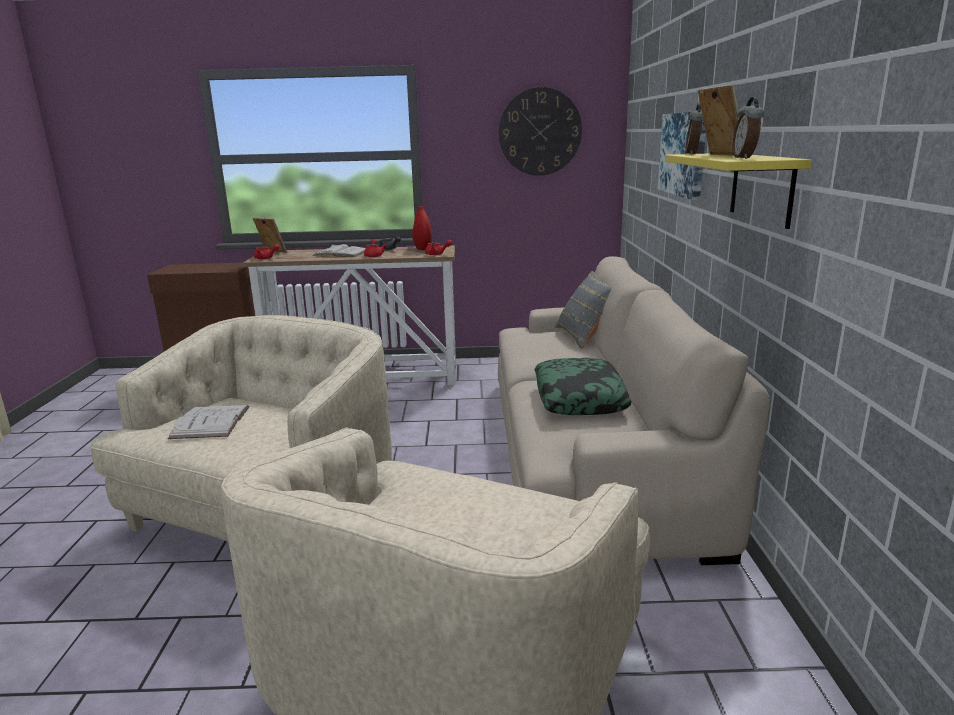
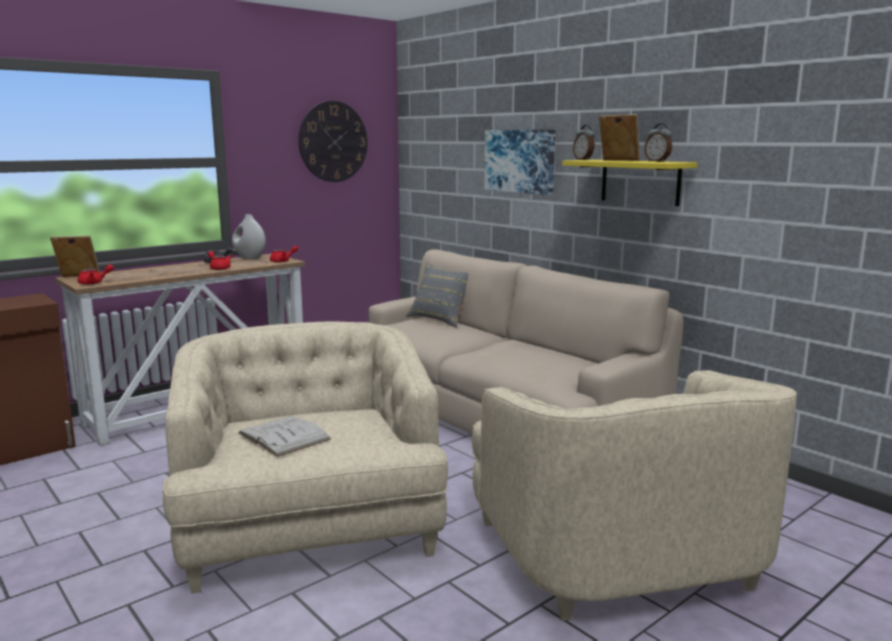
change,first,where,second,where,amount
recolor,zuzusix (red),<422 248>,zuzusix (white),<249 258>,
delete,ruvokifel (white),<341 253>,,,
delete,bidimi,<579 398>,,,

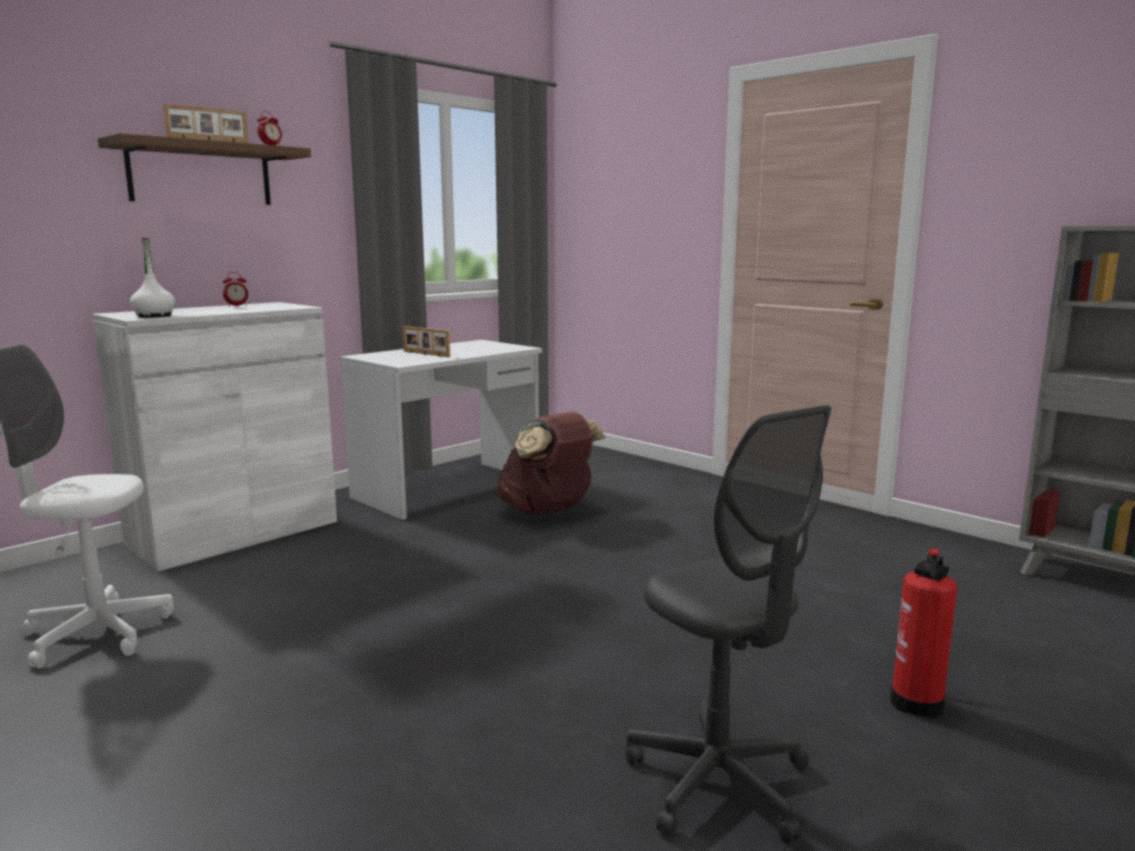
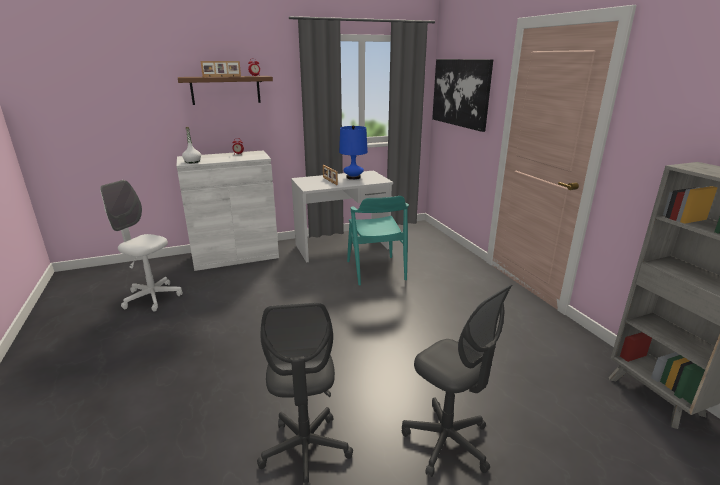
change,first,where,second,where,amount
insert,,,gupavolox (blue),<353 177>,
replace,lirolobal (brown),<548 511>,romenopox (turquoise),<375 270>,
replace,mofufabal,<917 701>,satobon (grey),<447 442>,
insert,,,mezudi,<460 93>,

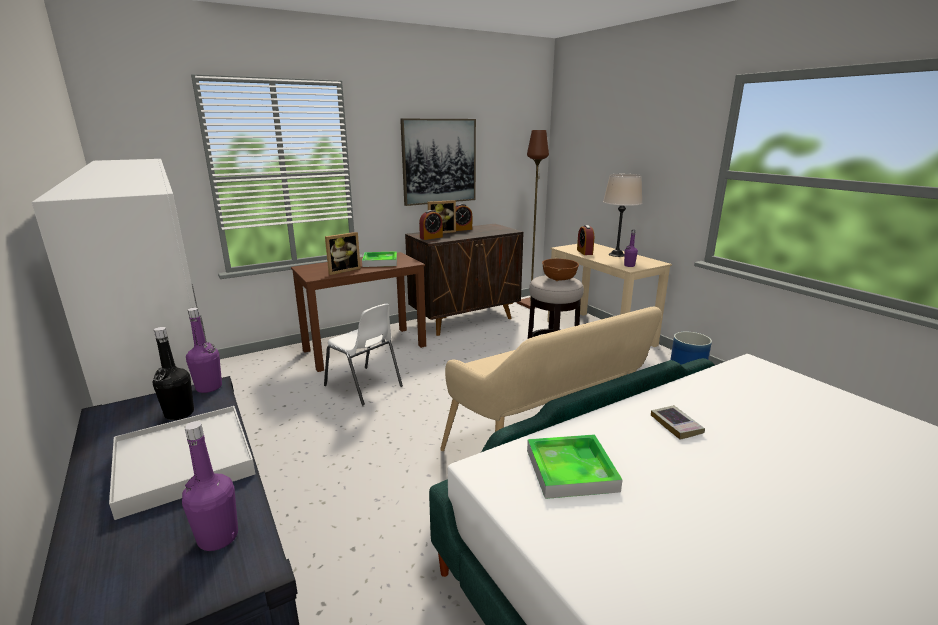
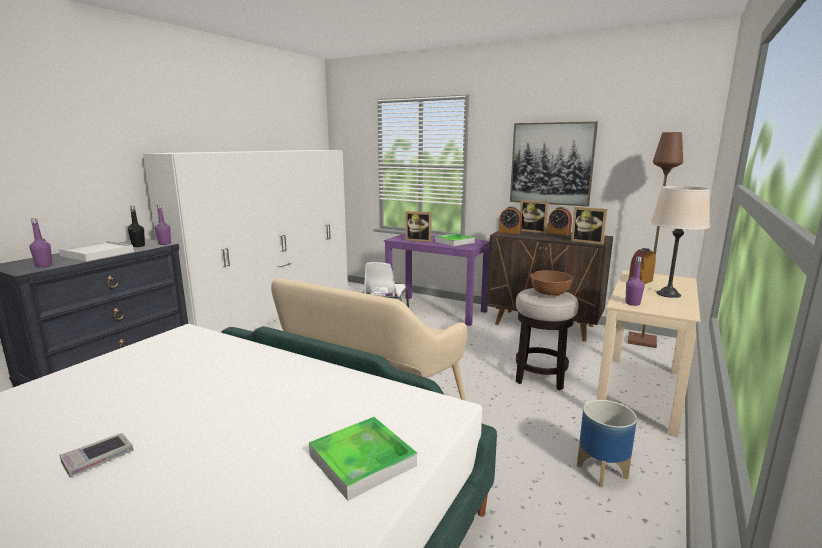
change,first,where,second,where,amount
move,ruvokifel,<676 425>,,<98 458>,
move,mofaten,<571 470>,,<362 460>,
recolor,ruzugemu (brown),<365 348>,ruzugemu (purple),<436 310>,
insert,,,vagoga,<588 242>,

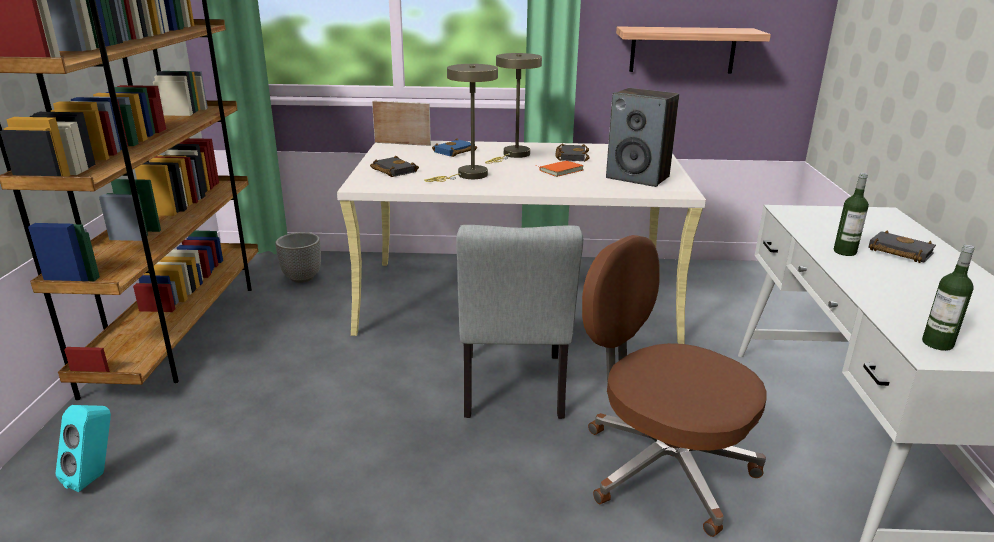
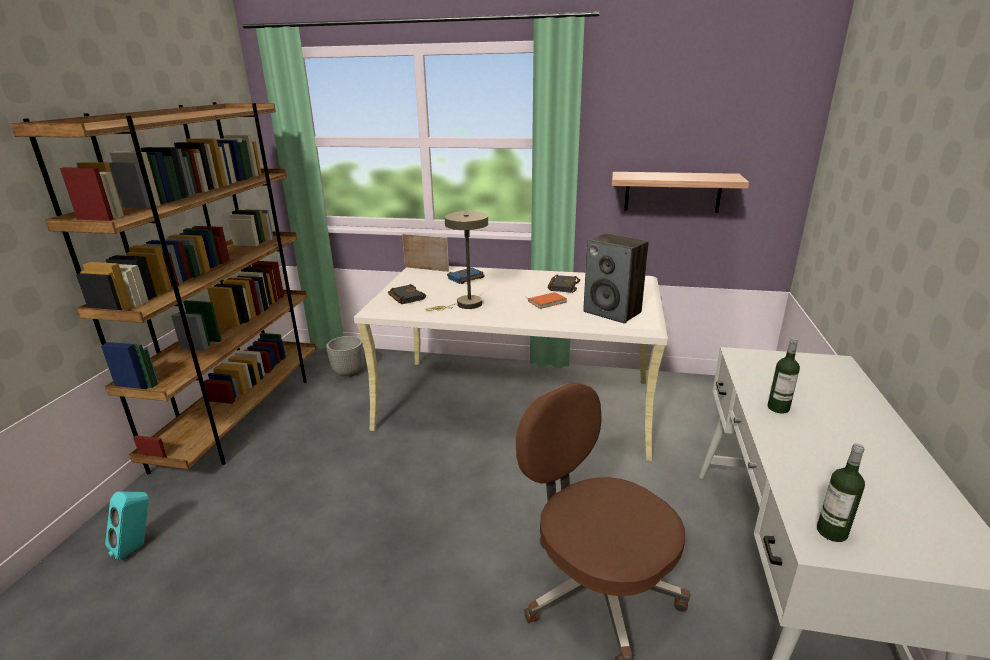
change,first,where,second,where,amount
delete,romenopox (grey),<512 391>,,,
delete,gupavolox (beige),<513 155>,,,
delete,ruvokifel (black),<897 252>,,,

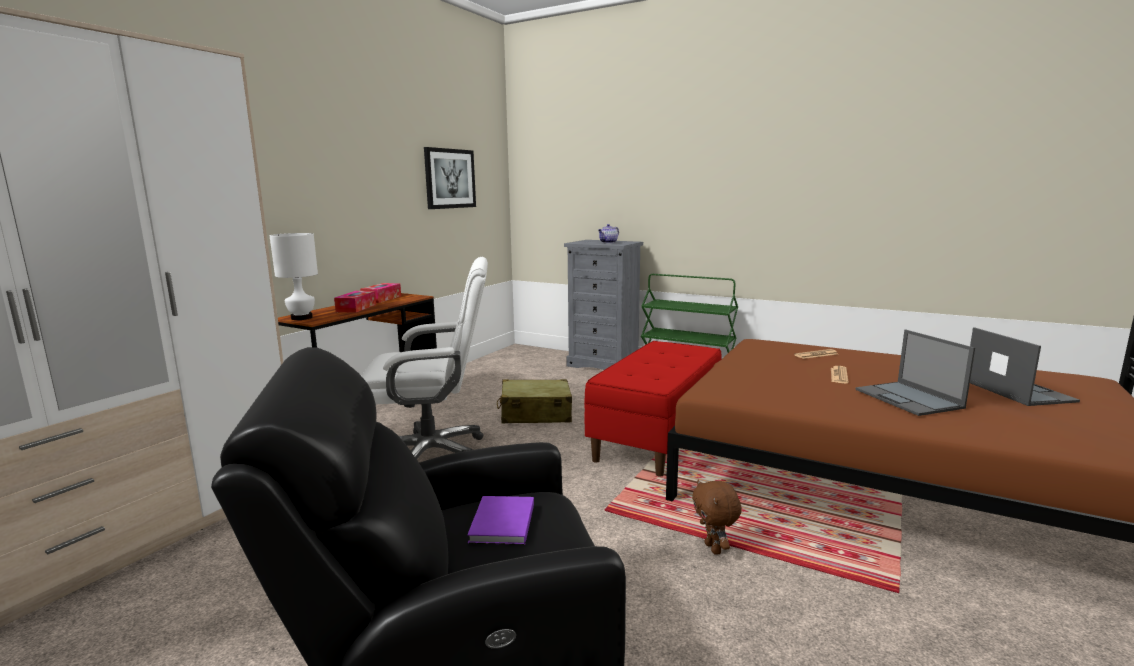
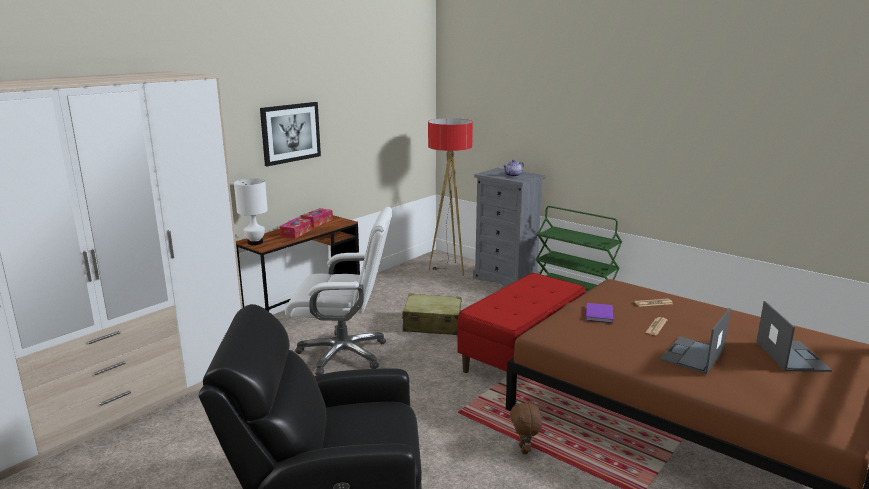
change,first,where,second,where,amount
move,mezudi,<450 178>,,<290 133>,
insert,,,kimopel,<448 269>,
move,ruvokifel (purple),<501 524>,,<598 315>,
rotate,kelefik,<909 399>,,<692 355>,45 degrees clockwise

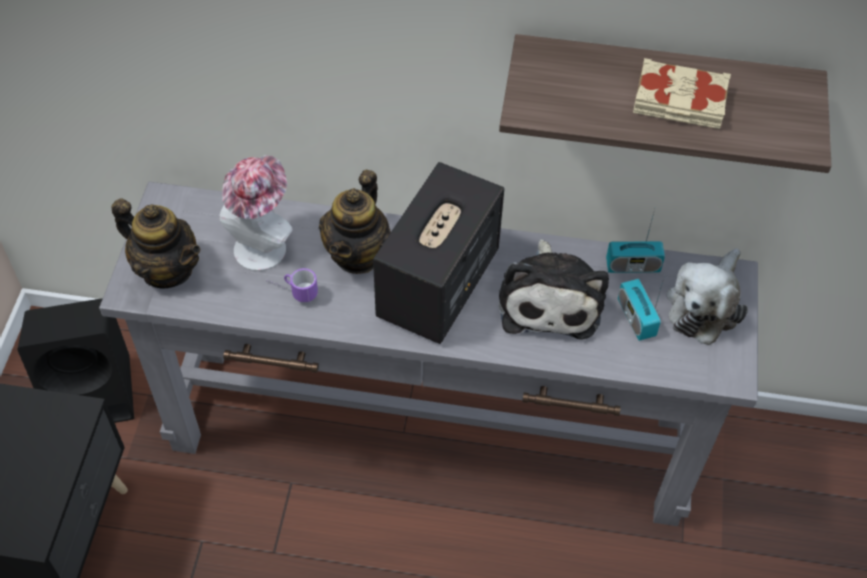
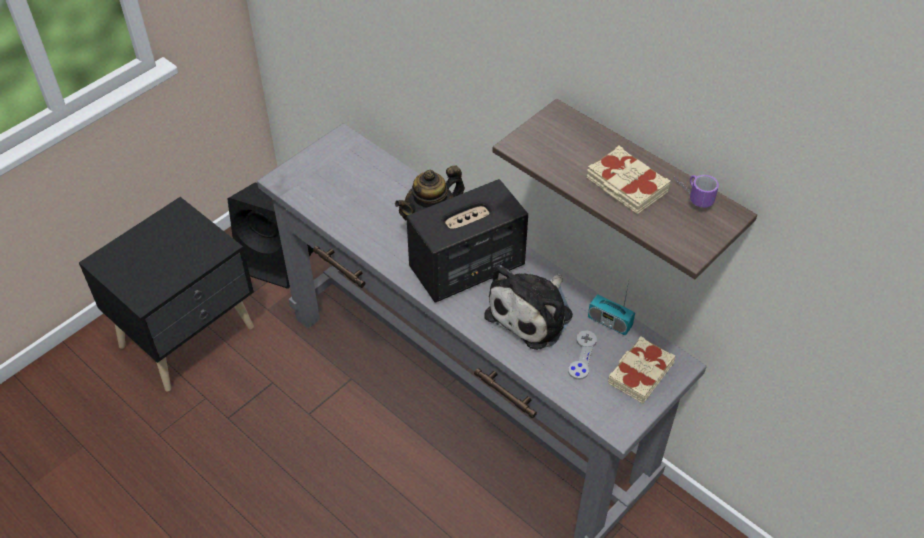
change,first,where,second,where,amount
replace,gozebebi,<636 318>,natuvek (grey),<582 355>,
replace,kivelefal,<705 305>,ruvokifel (beige),<639 373>,
move,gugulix,<292 291>,,<691 195>,
delete,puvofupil,<167 269>,,,
delete,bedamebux,<263 244>,,,

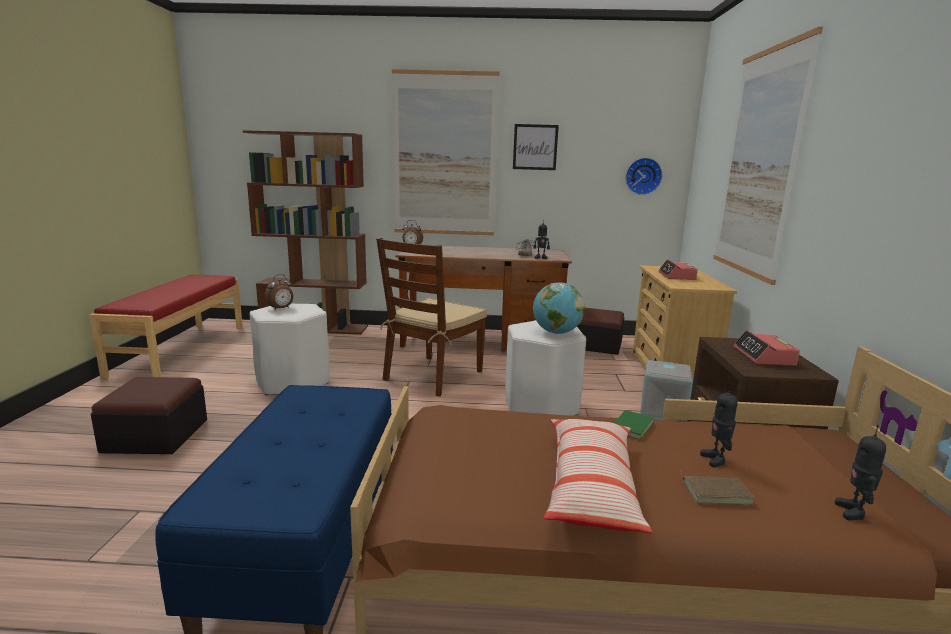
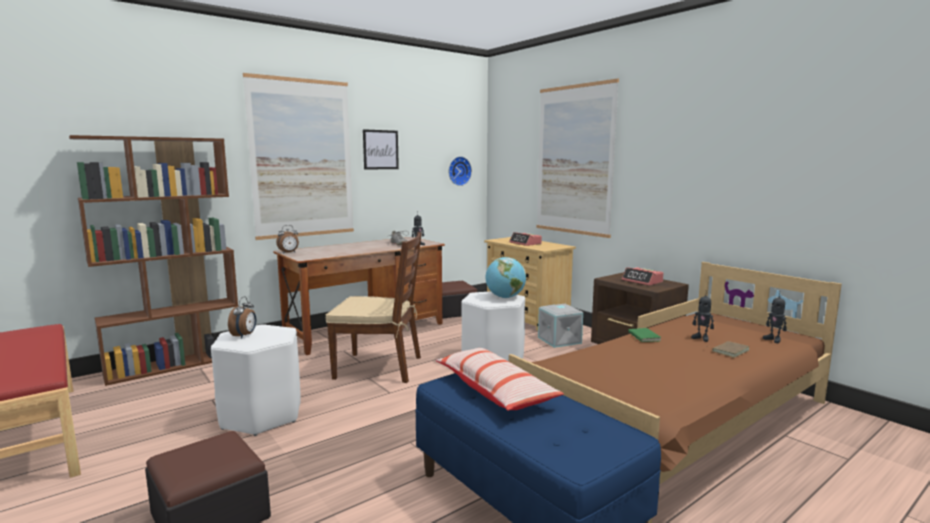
change,first,where,second,where,amount
rotate,romenopox (brown),<433 375>,,<379 367>,75 degrees counterclockwise
move,bidimi,<591 486>,,<495 390>,

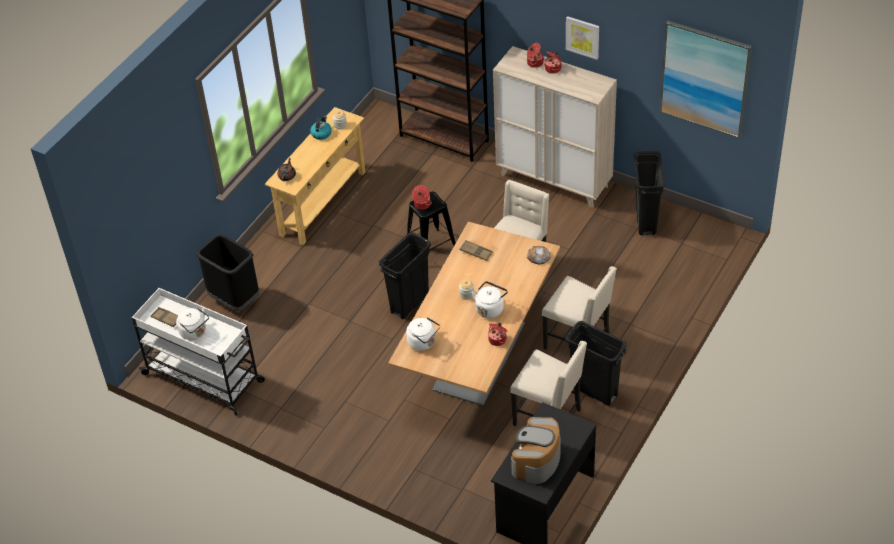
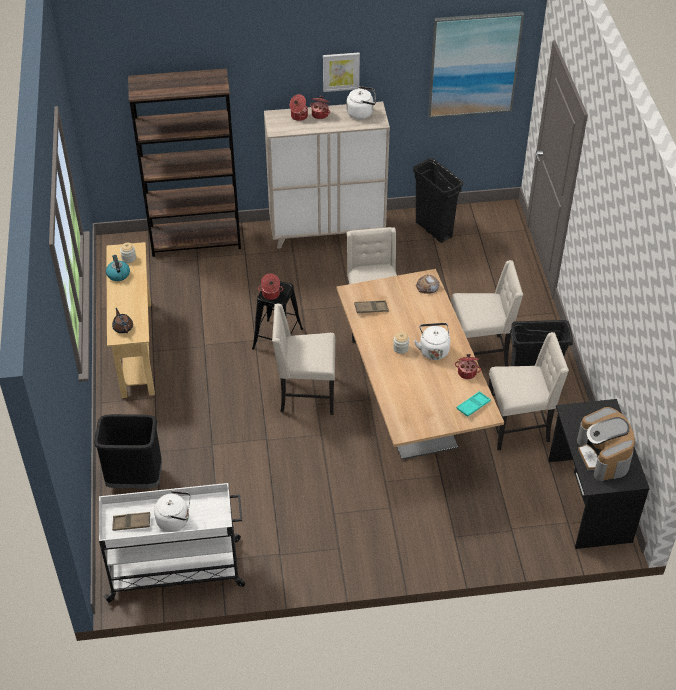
change,first,where,second,where,amount
replace,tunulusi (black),<409 303>,romenopox (beige),<305 395>,
move,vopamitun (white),<423 342>,,<361 113>,
insert,,,mofaten (turquoise),<473 406>,

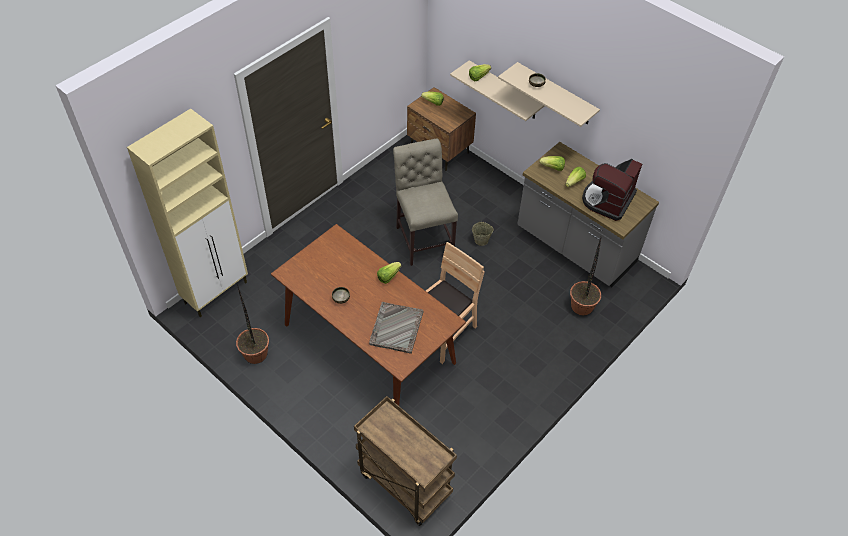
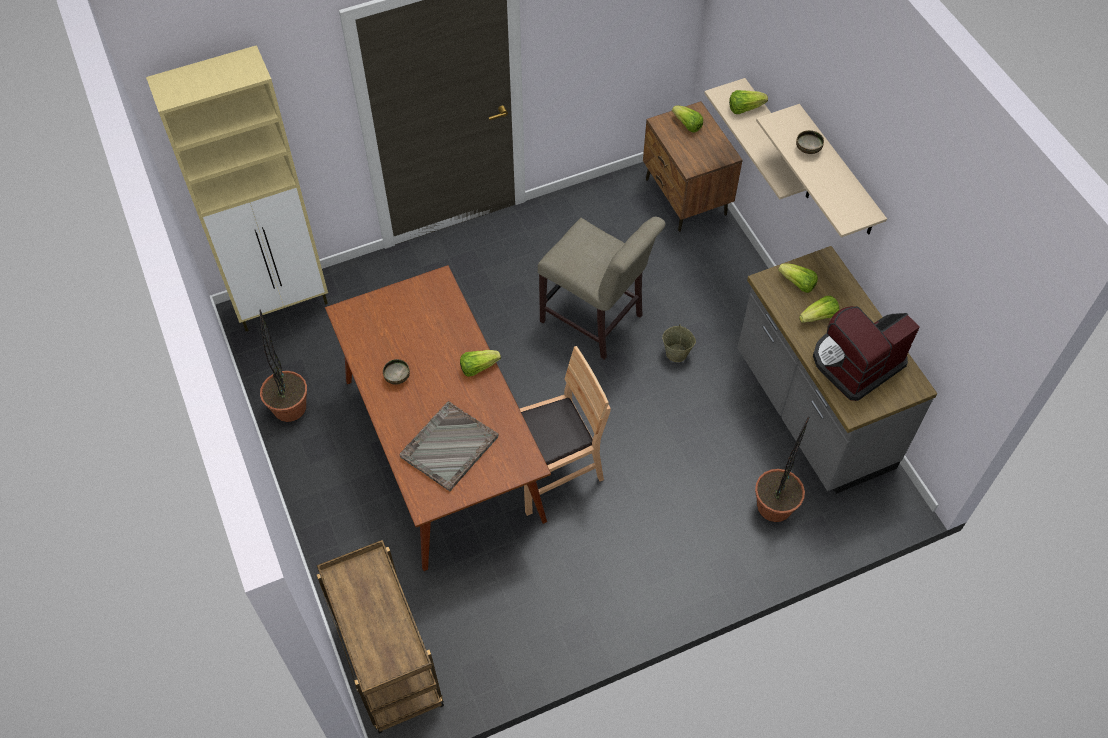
change,first,where,second,where,amount
rotate,romenopox (beige),<423 238>,,<596 321>,120 degrees clockwise

